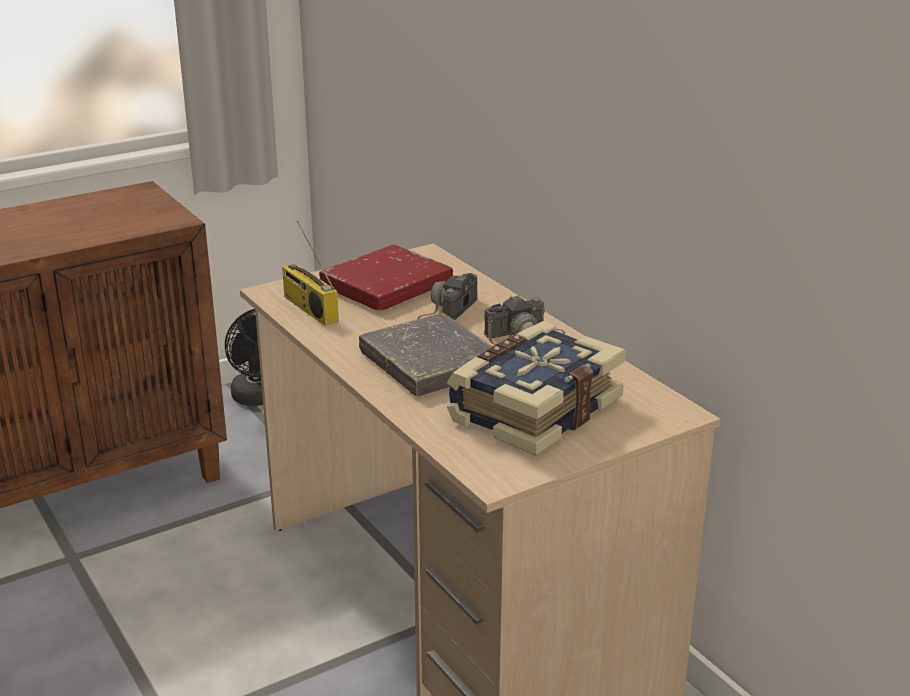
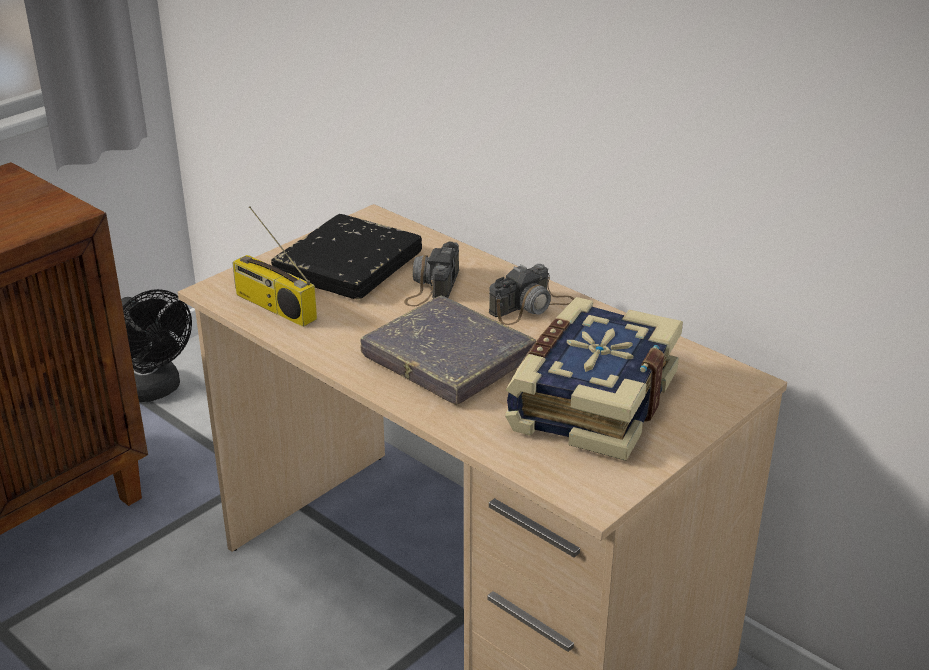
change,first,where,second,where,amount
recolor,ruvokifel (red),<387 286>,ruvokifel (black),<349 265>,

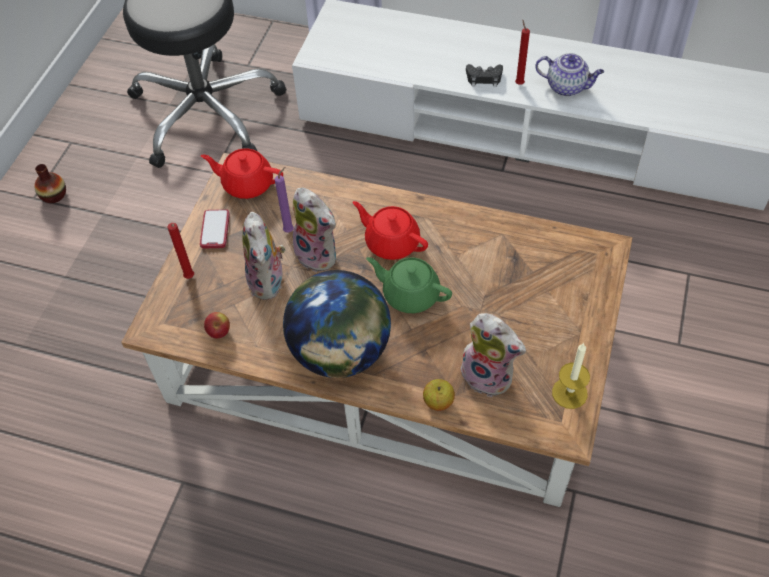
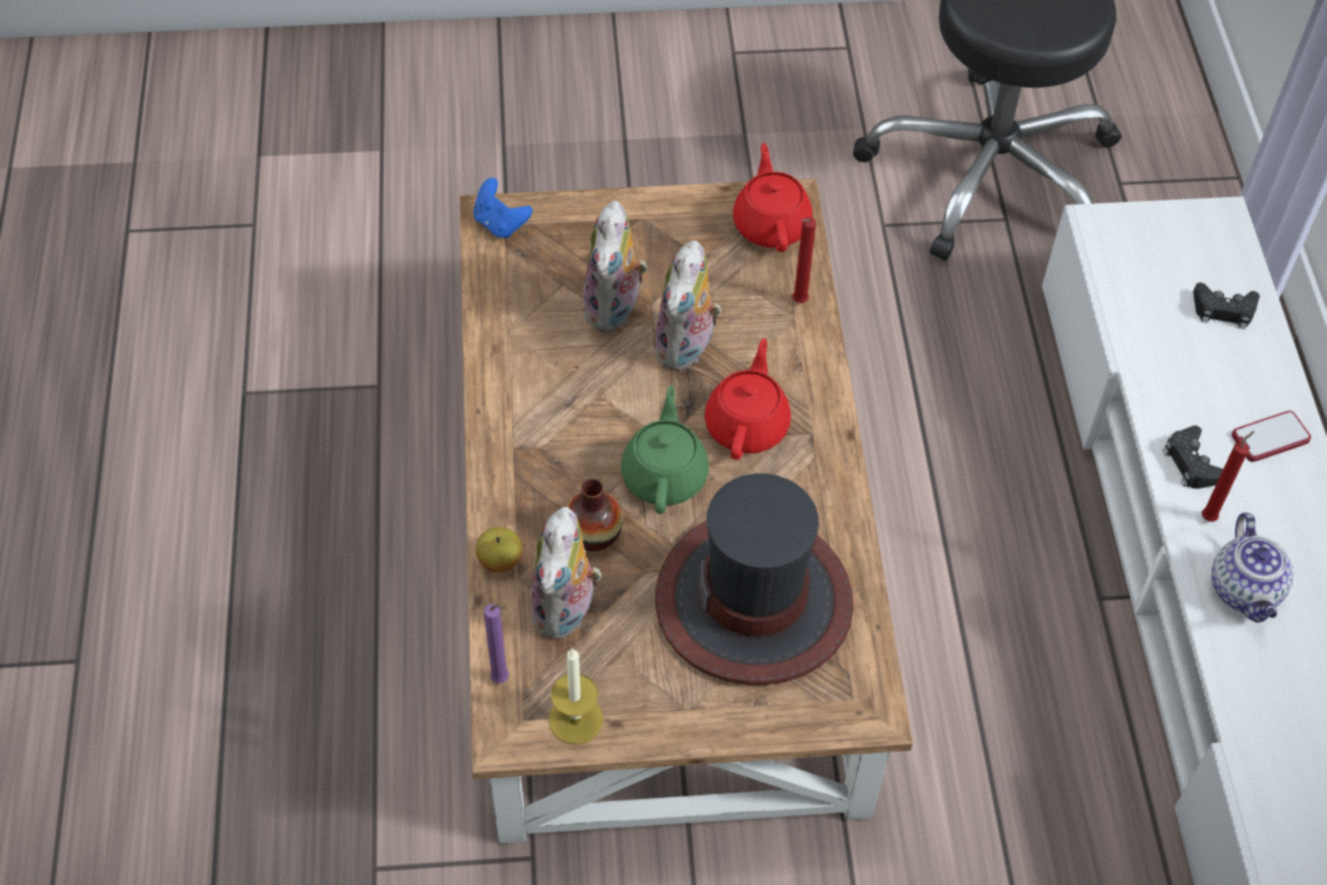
change,first,where,second,where,amount
insert,,,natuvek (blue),<500 224>,
move,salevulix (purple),<290 230>,,<502 680>,
move,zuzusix,<54 195>,,<593 533>,
rotate,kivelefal,<269 282>,,<615 309>,45 degrees counterclockwise
insert,,,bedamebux,<755 600>,
move,salevulix (red),<190 278>,,<797 302>,
insert,,,natuvek (black),<1223 310>,
move,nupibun,<215 230>,,<1270 438>,
delete,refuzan,<219 332>,,,
delete,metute,<341 352>,,,

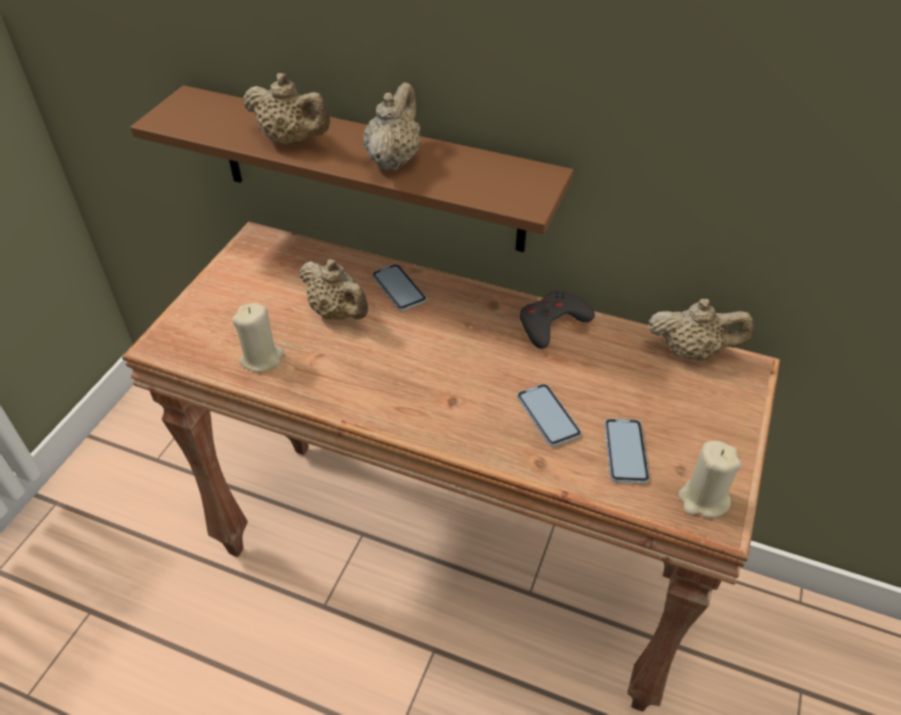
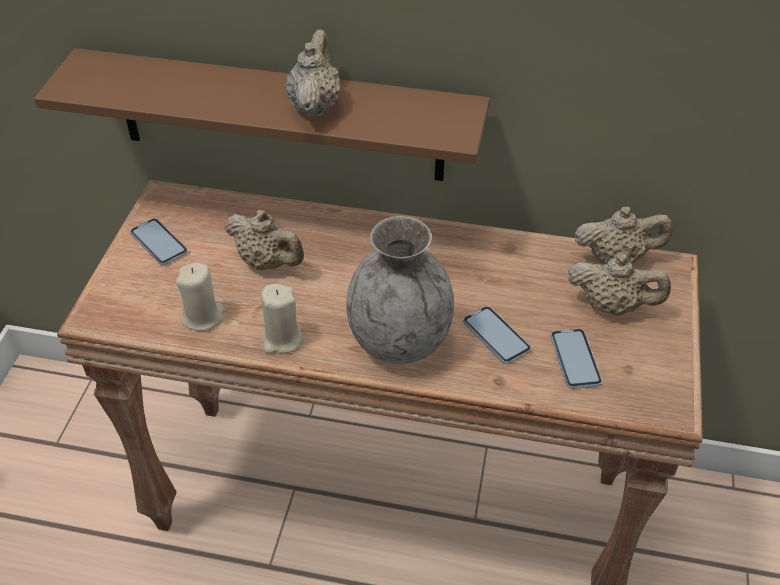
change,first,where,second,where,amount
move,nupibun,<399 288>,,<159 243>,
move,salevulix (beige),<703 499>,,<282 339>,
insert,,,zuzusix (grey),<400 341>,
move,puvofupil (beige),<292 140>,,<612 306>,
delete,natuvek (grey),<552 323>,,,

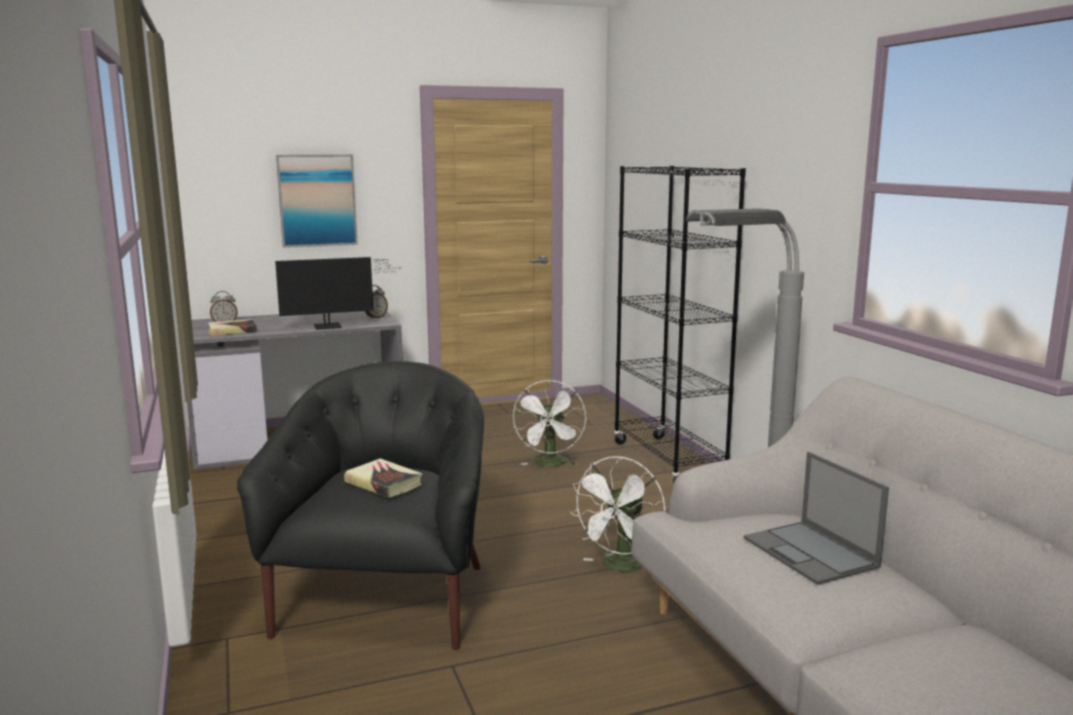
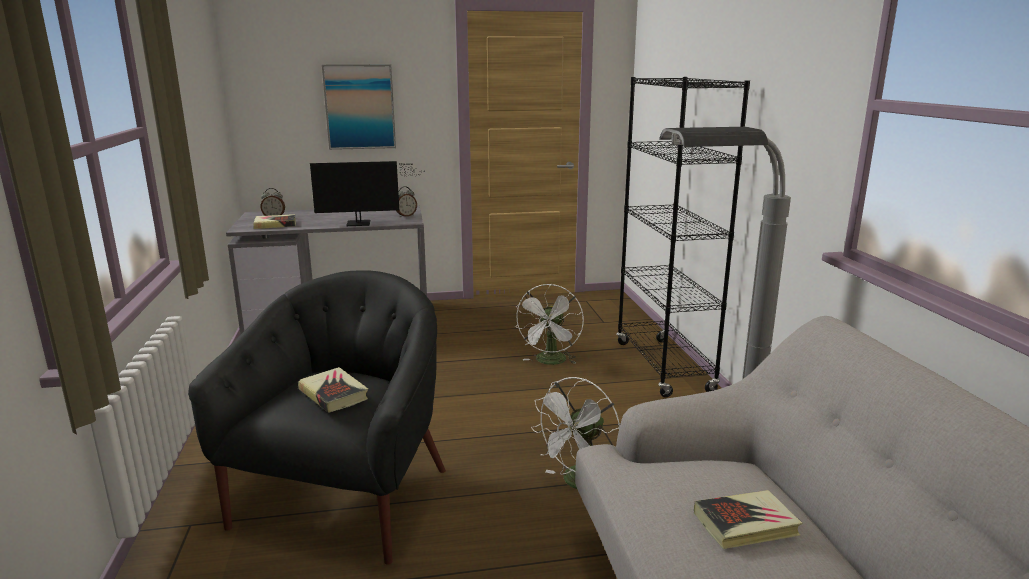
change,first,where,second,where,amount
replace,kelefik,<811 553>,ruvokifel,<746 524>,

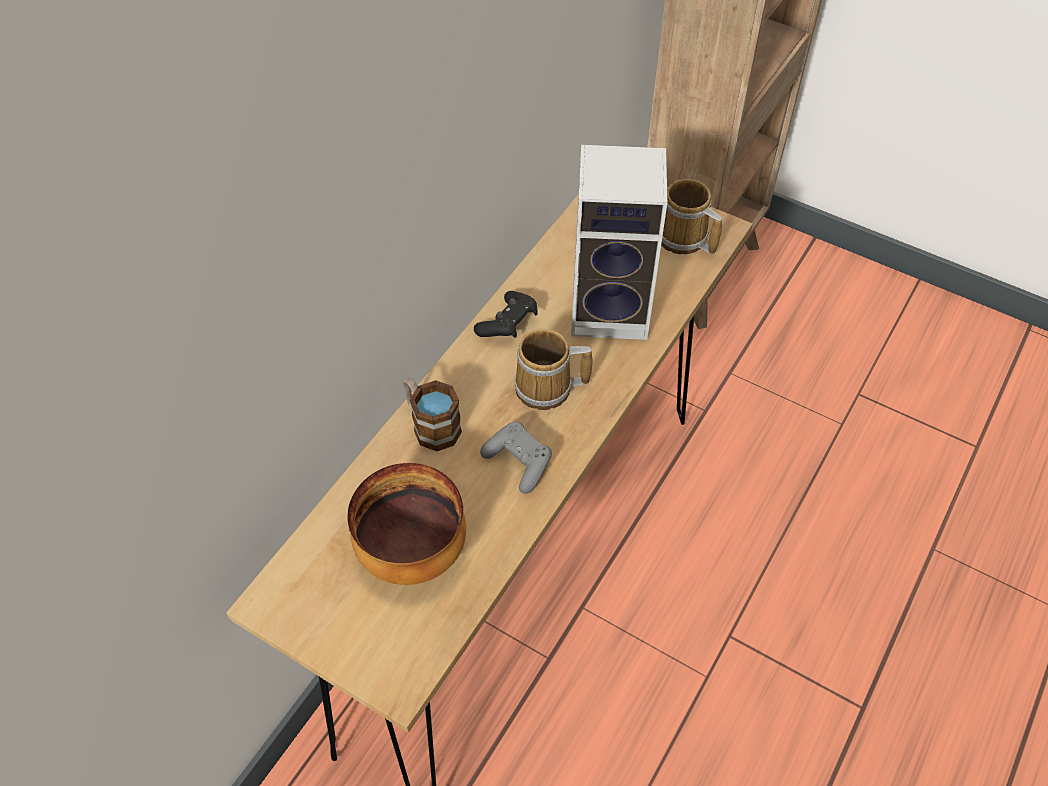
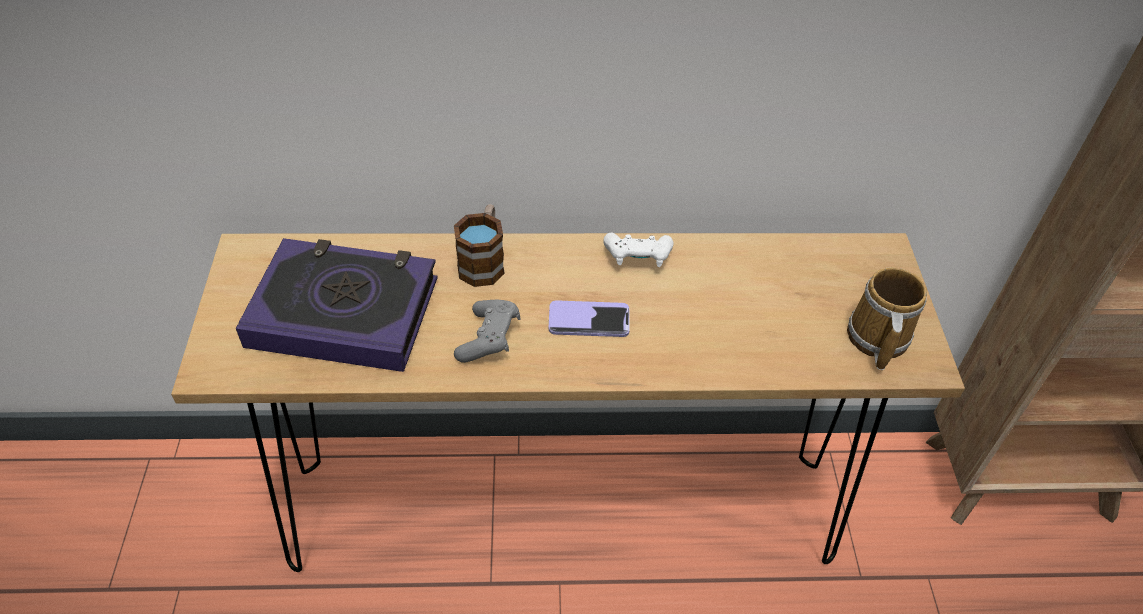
change,first,where,second,where,amount
replace,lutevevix,<410 552>,ruvokifel,<344 312>,
replace,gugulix,<547 389>,nupibun,<589 321>,
recolor,natuvek (black),<508 324>,natuvek (white),<637 258>,
delete,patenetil,<613 310>,,,

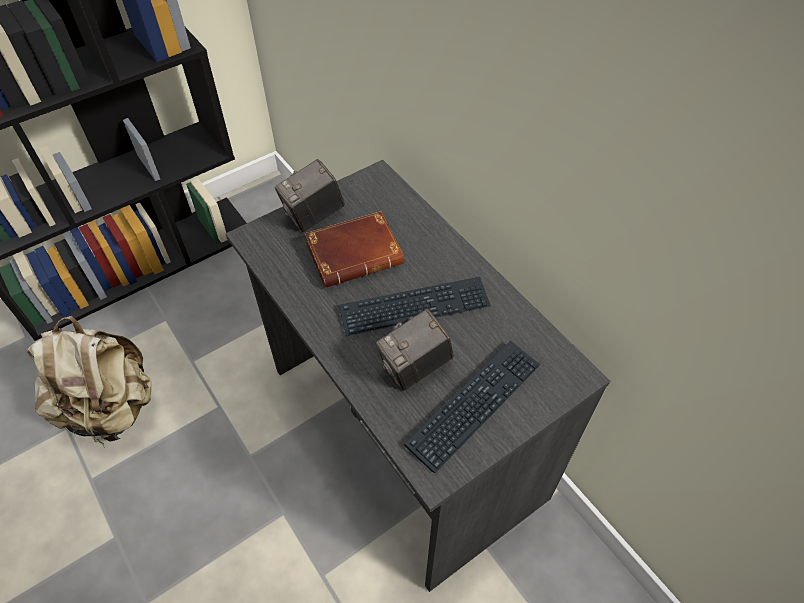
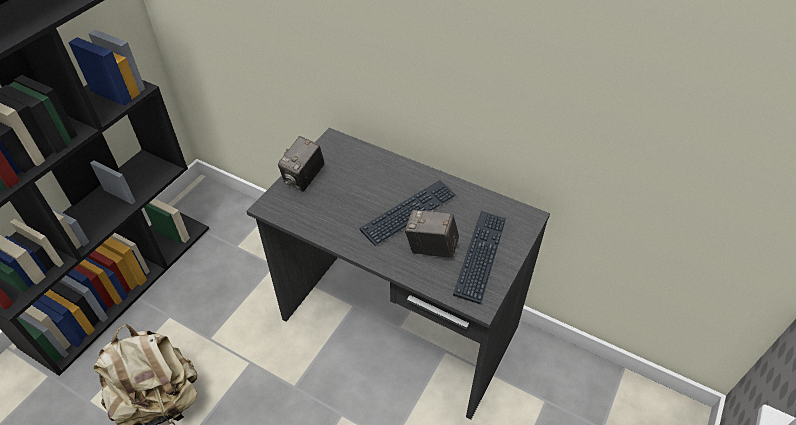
change,first,where,second,where,amount
rotate,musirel,<415 368>,,<431 248>,75 degrees clockwise
delete,ruvokifel (brown),<356 253>,,,

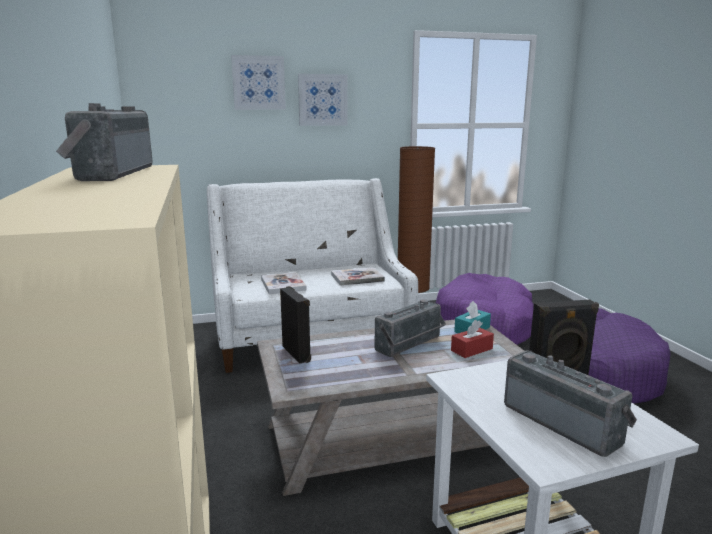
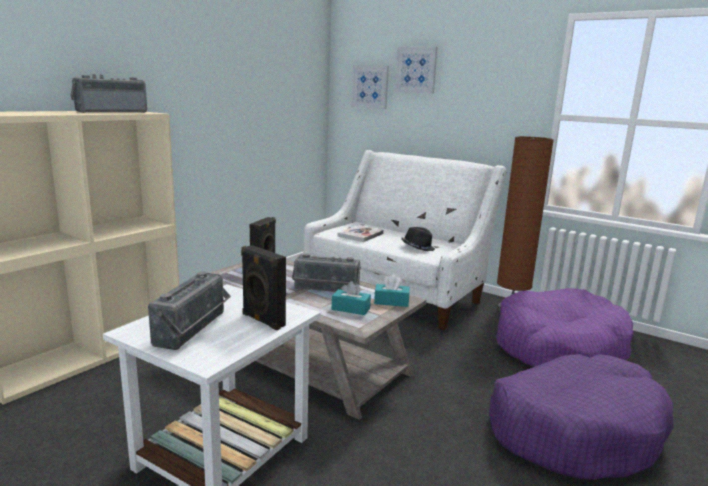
change,first,where,second,where,amount
recolor,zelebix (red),<471 350>,zelebix (turquoise),<350 309>,
move,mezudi,<322 100>,,<370 86>,
replace,ruvokifel,<357 278>,bedamebux (black),<418 247>,

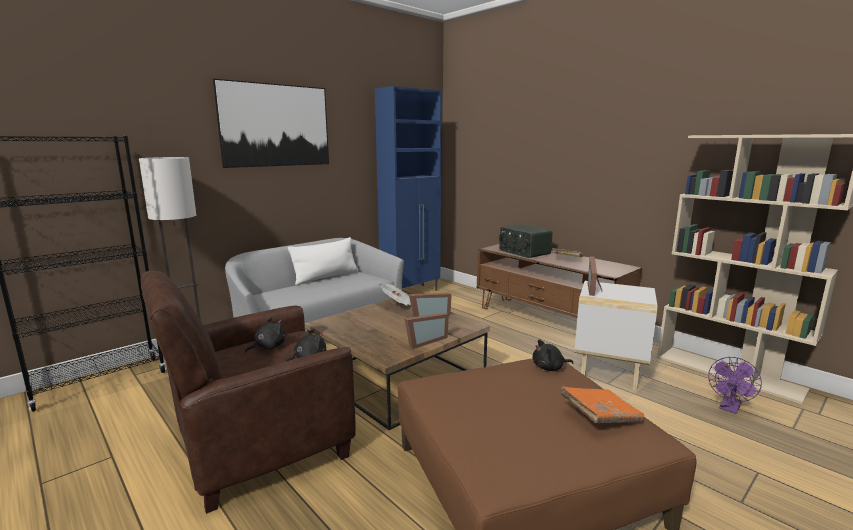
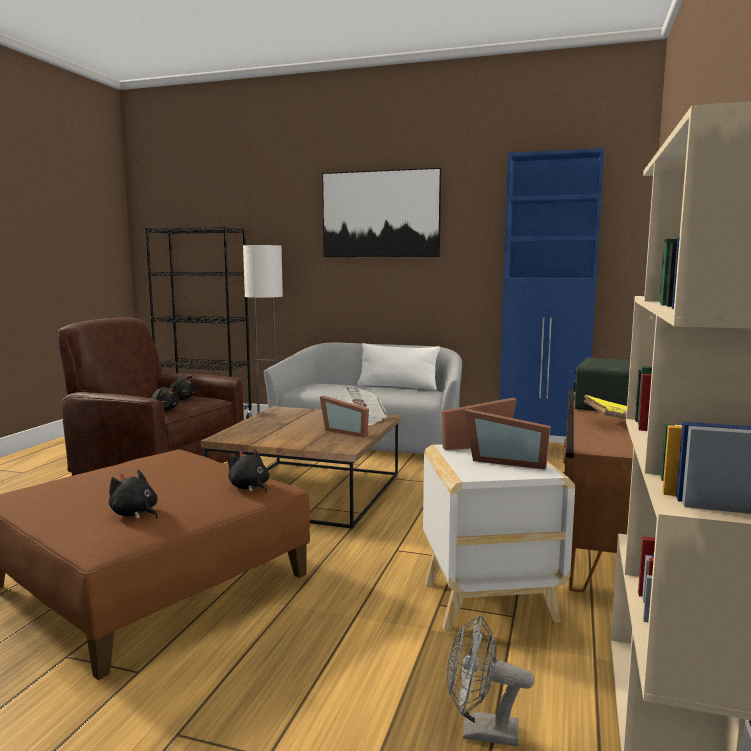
change,first,where,second,where,amount
replace,ruvokifel (orange),<600 416>,kivelefal (black),<135 514>,
recolor,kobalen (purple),<729 408>,kobalen (grey),<480 732>,
move,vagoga,<424 341>,,<506 461>,

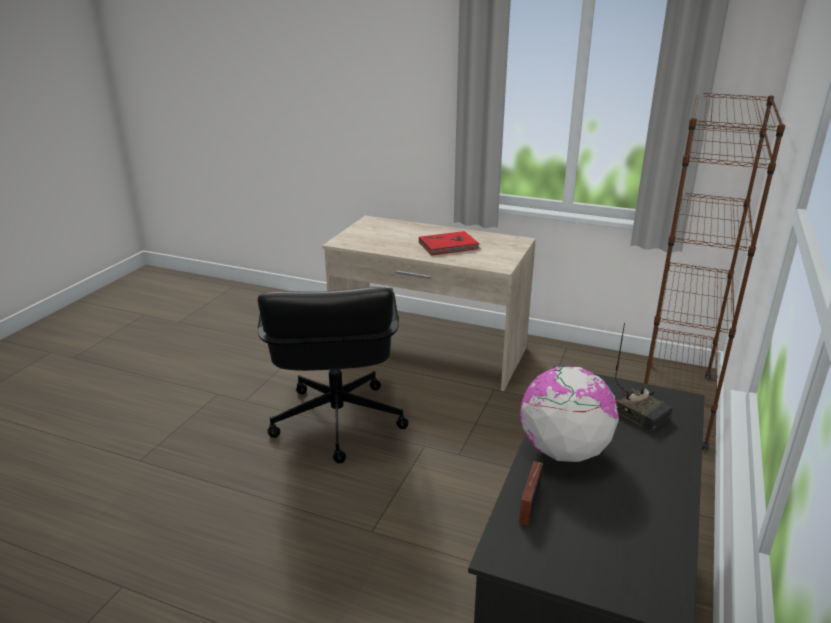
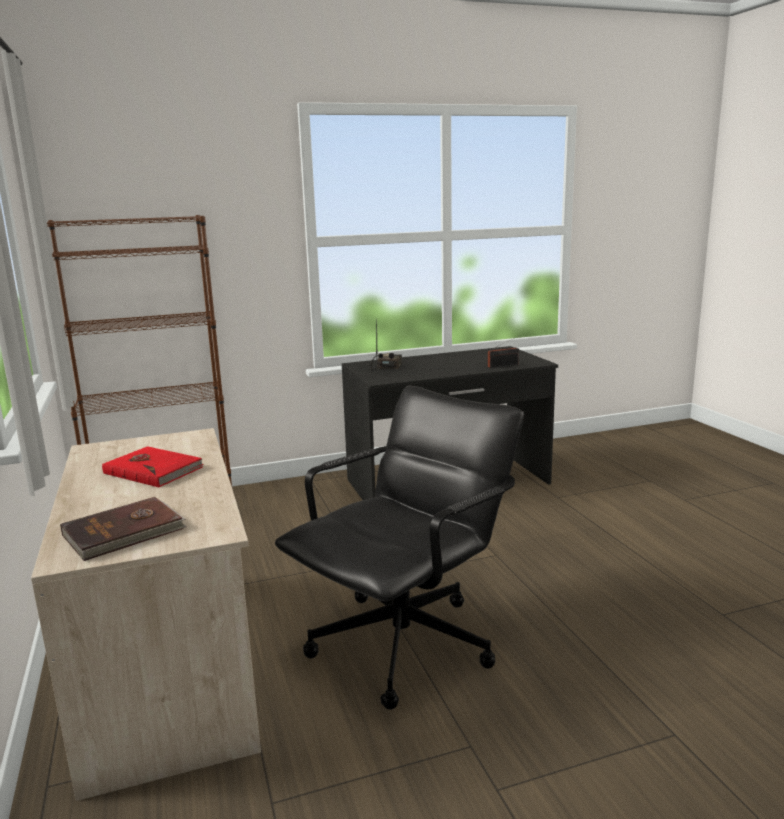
change,first,where,second,where,amount
insert,,,ruvokifel (brown),<125 532>,
delete,metute,<563 451>,,,

